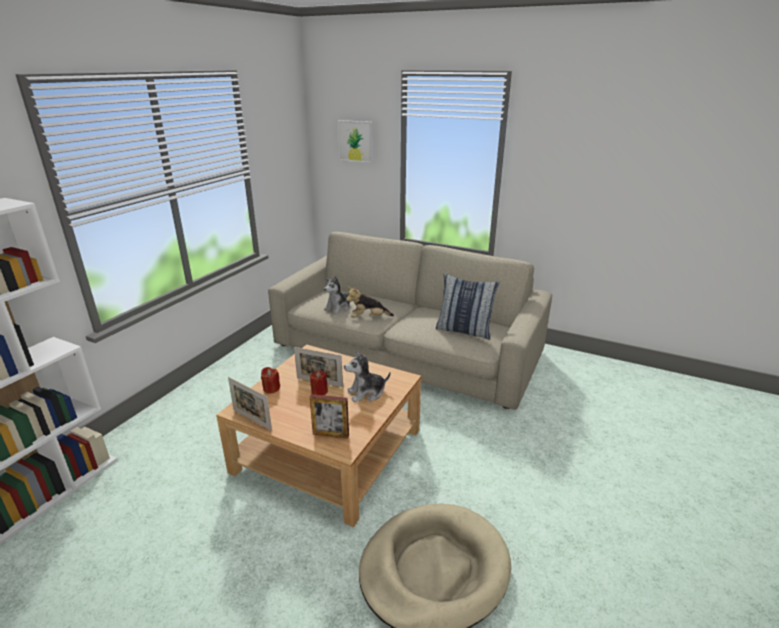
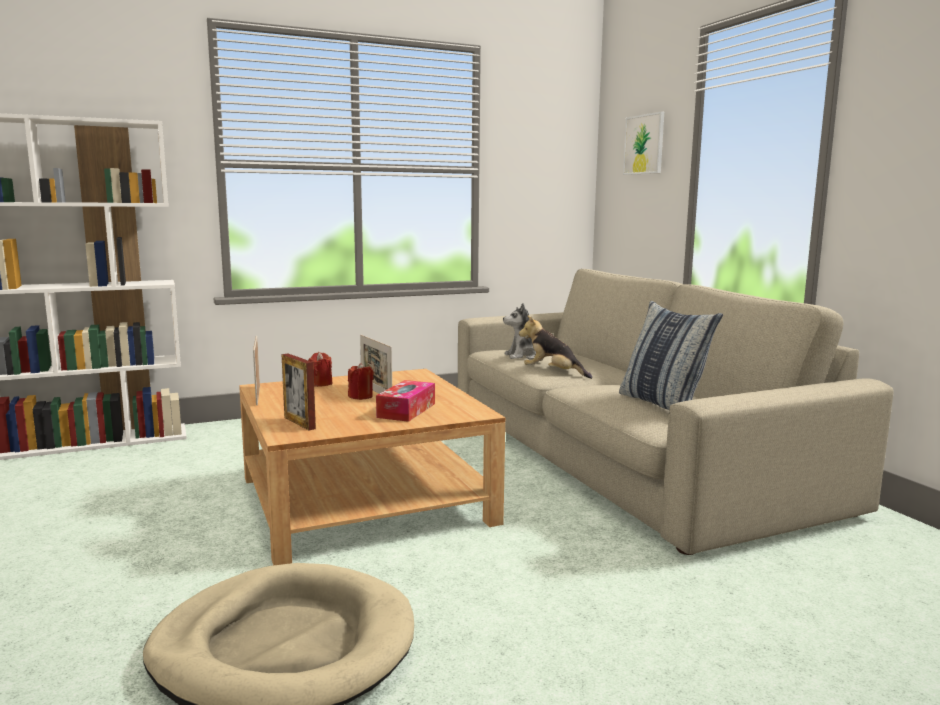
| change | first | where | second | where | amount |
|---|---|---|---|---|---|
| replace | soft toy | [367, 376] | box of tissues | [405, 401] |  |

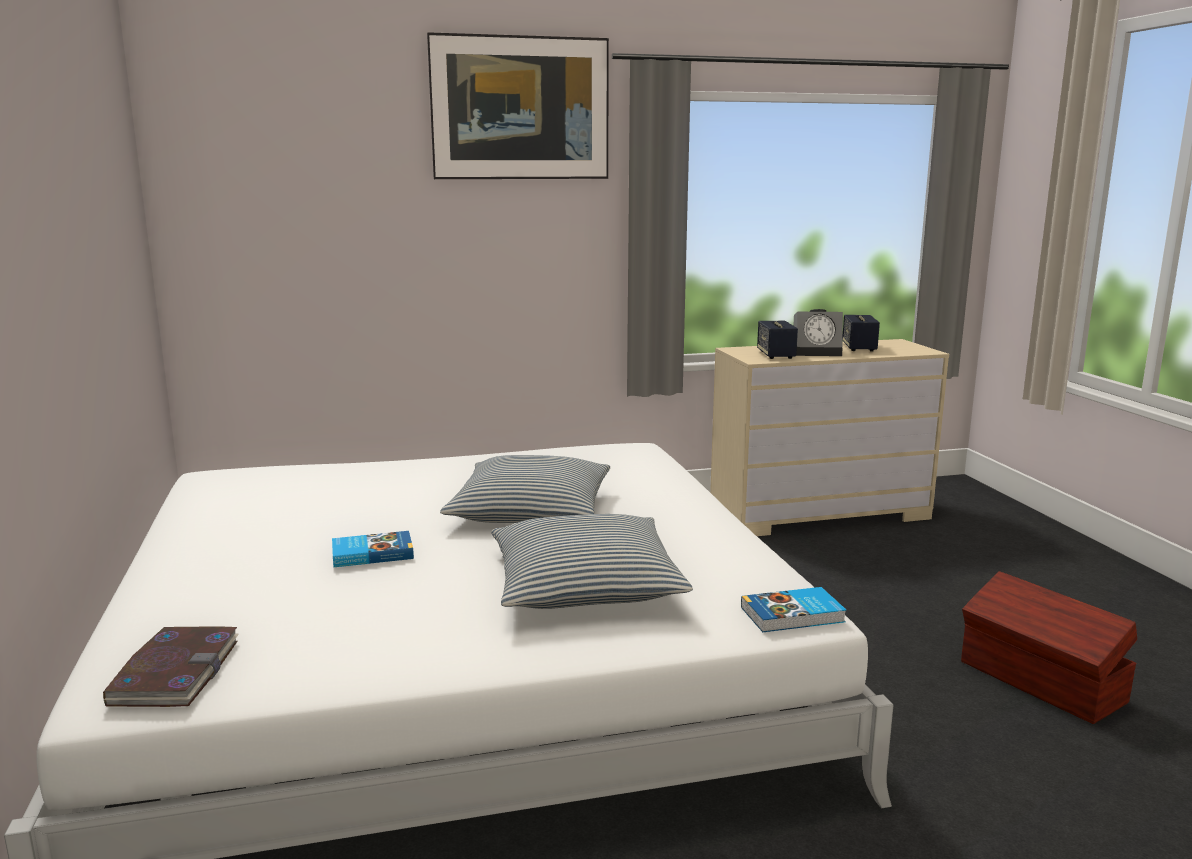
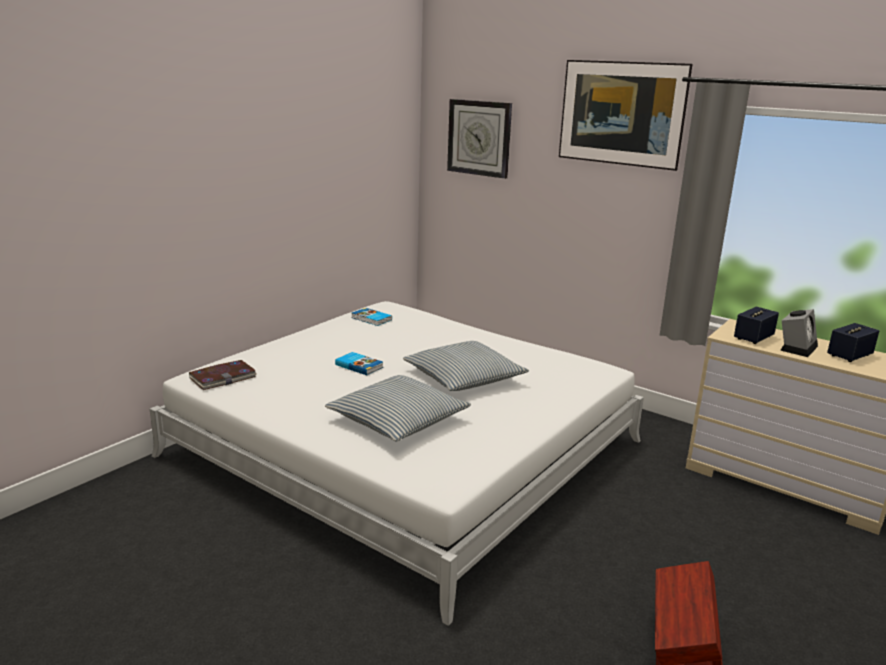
| change | first | where | second | where | amount |
|---|---|---|---|---|---|
| insert |  |  | hanging clock | [479, 139] |  |
| move | volume | [793, 609] |  | [371, 317] |  |
| rotate | alarm clock | [818, 332] |  | [799, 333] | 105 degrees counterclockwise |

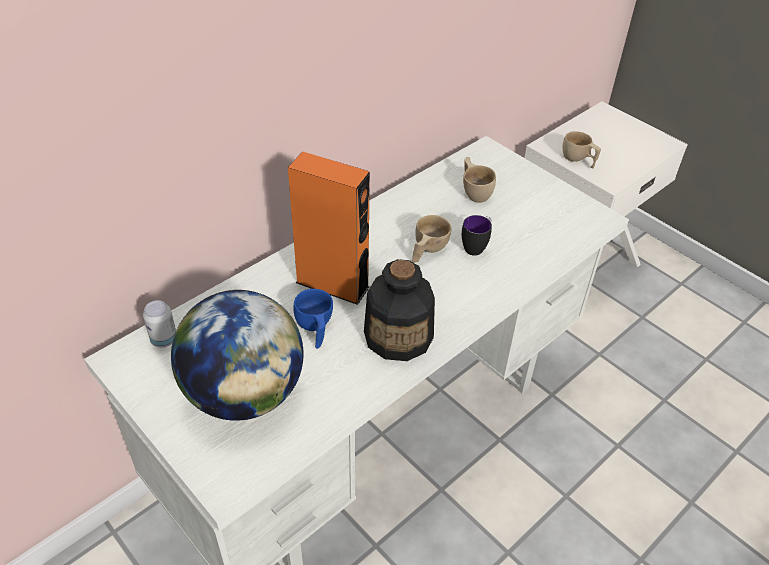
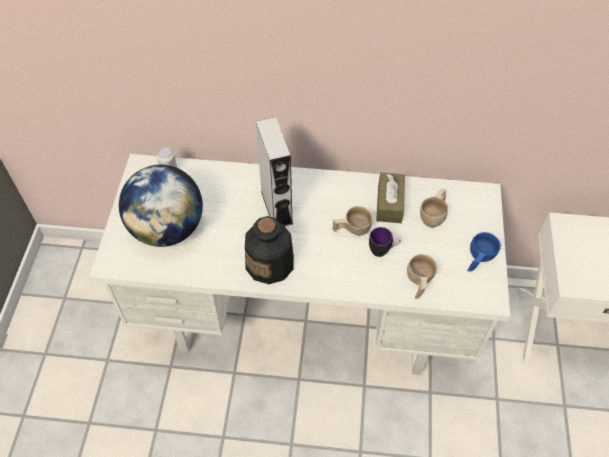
| change | first | where | second | where | amount |
|---|---|---|---|---|---|
| insert |  |  | brown-coloured box of tissues | [390, 197] |  |
| move | blue small cup | [313, 319] |  | [484, 251] |  |
| move | beige-coloured small cup | [582, 149] |  | [422, 276] |  |
| recolor | orangey audio speaker | [329, 228] | grey audio speaker | [274, 171] |  |

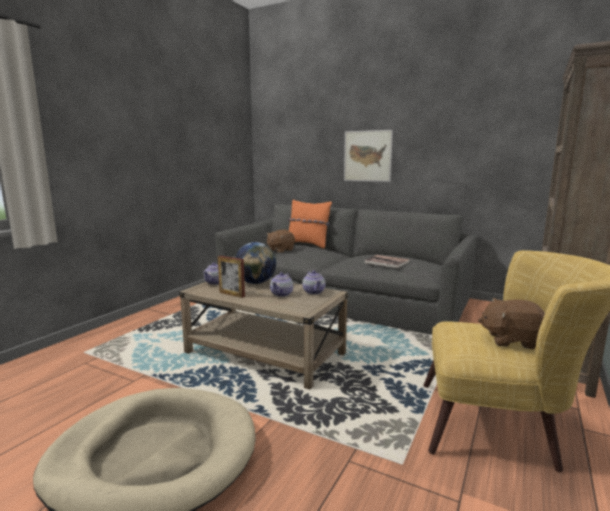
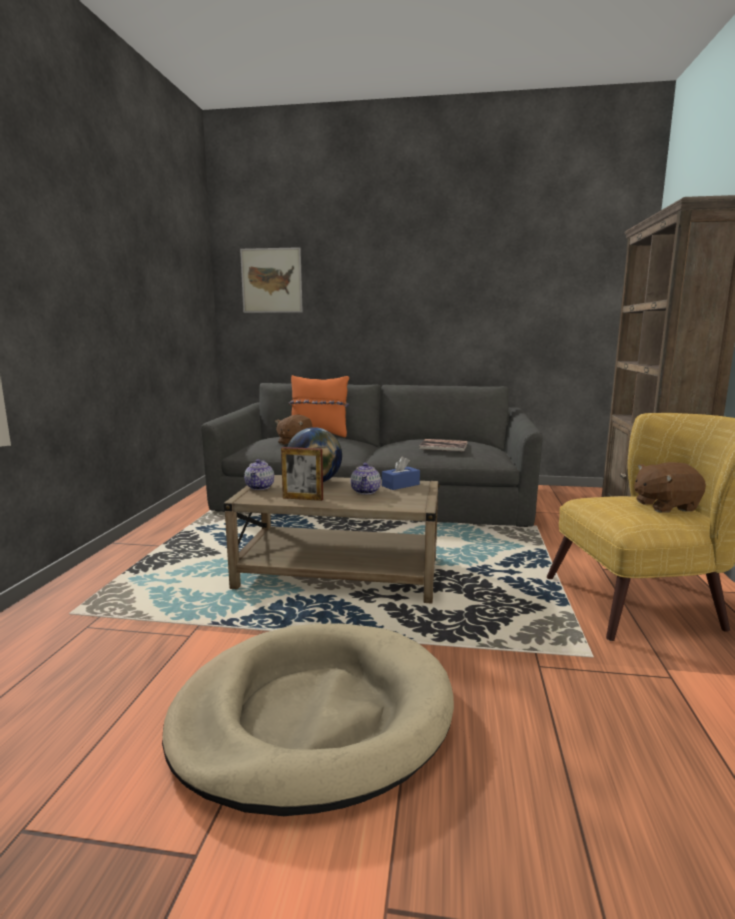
| change | first | where | second | where | amount |
|---|---|---|---|---|---|
| move | wall art | [368, 156] |  | [271, 280] |  |
| replace | pot for tea | [313, 283] | blue box of tissues | [401, 473] |  |

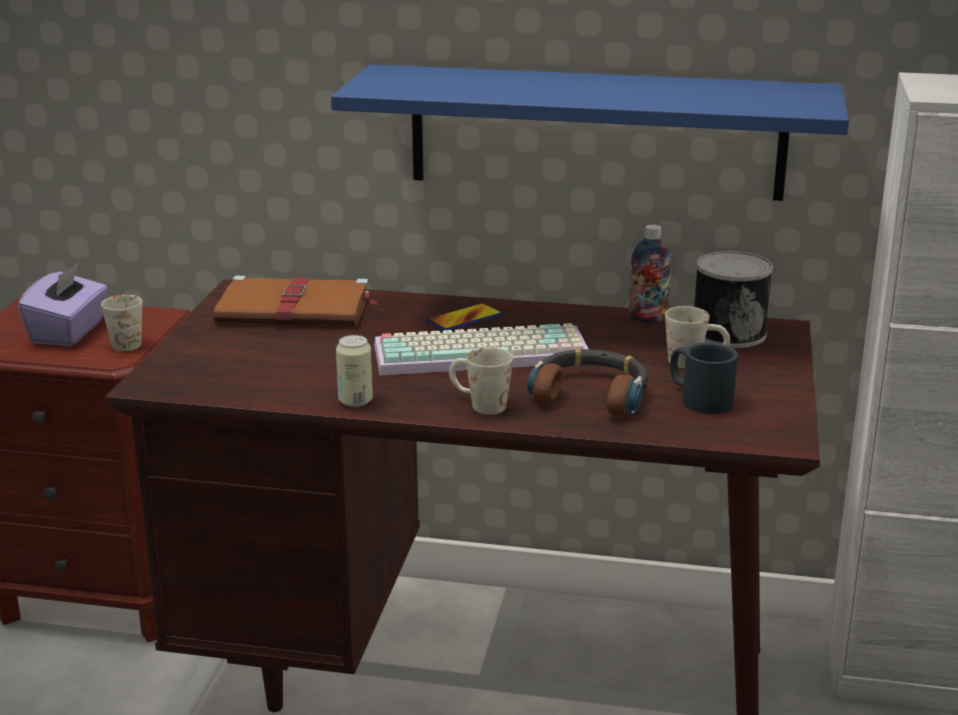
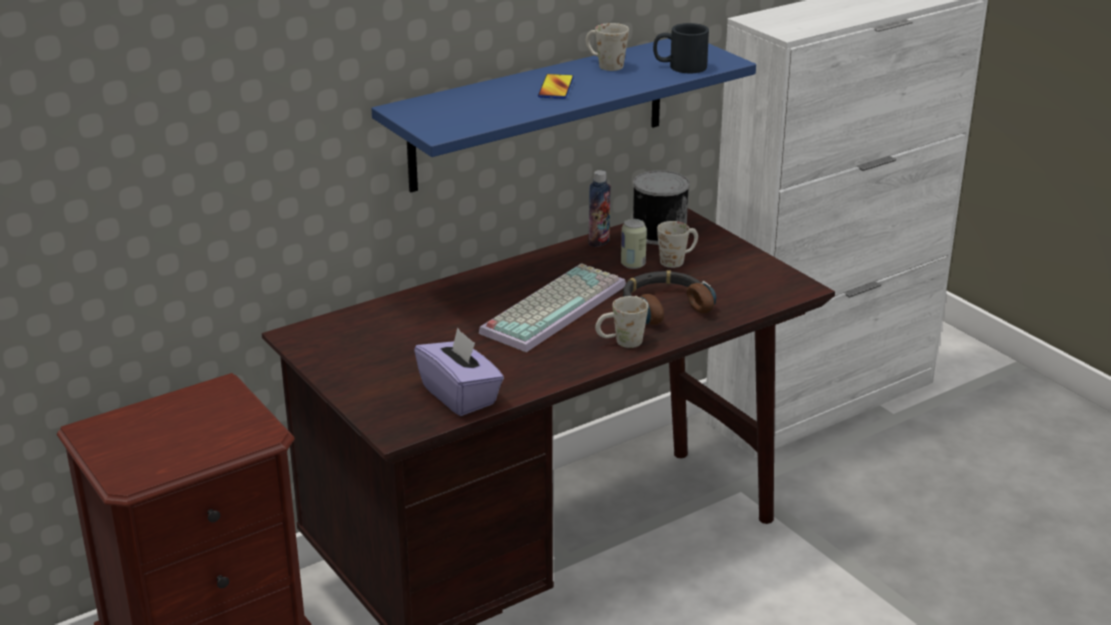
| change | first | where | second | where | amount |
|---|---|---|---|---|---|
| delete | brown-coloured volume | [297, 300] |  |  |  |
| move | purple box of tissues | [63, 304] |  | [459, 371] |  |
| move | white mug | [121, 323] |  | [607, 47] |  |
| move | metal can | [354, 371] |  | [634, 244] |  |
| move | phone | [464, 316] |  | [556, 86] |  |
| move | black mug | [704, 378] |  | [681, 48] |  |

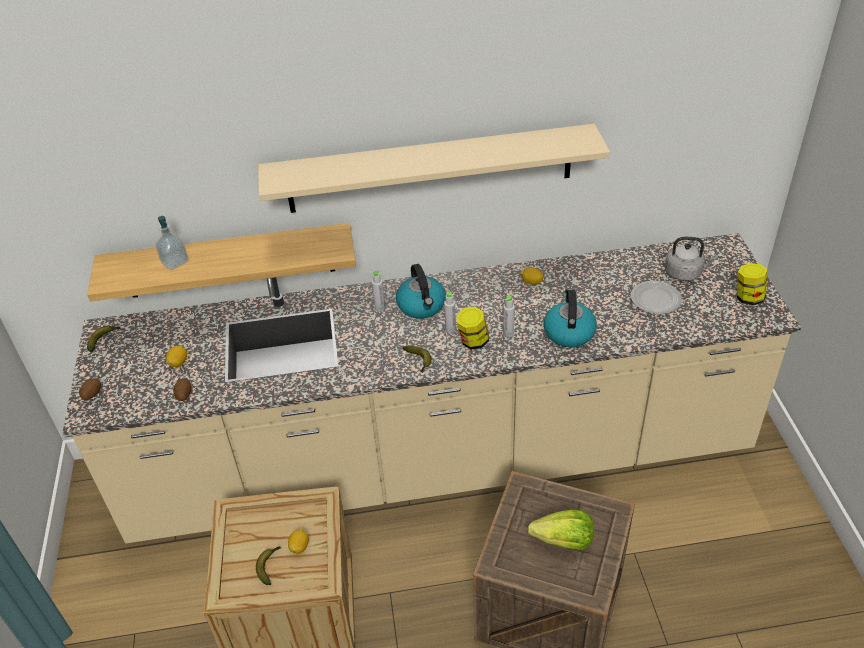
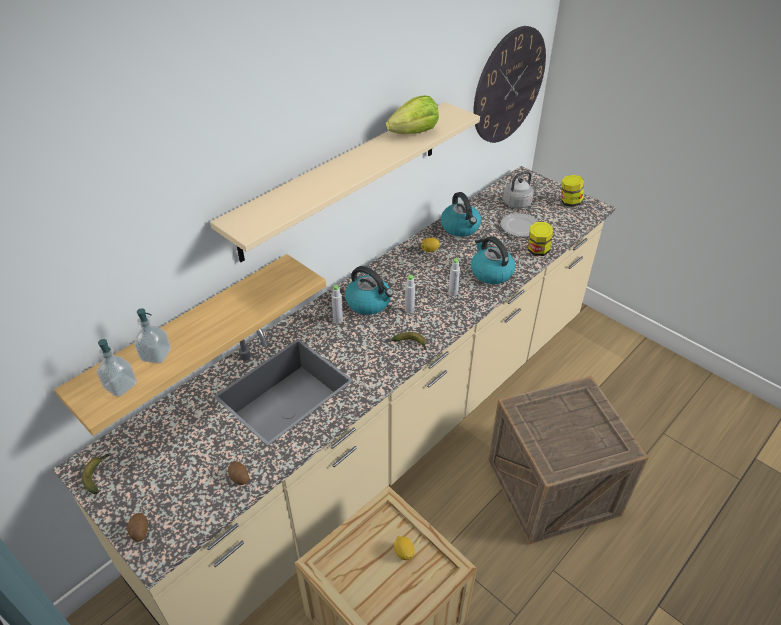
| change | first | where | second | where | amount |
|---|---|---|---|---|---|
| delete | citrus fruit | [176, 356] |  |  |  |
| delete | whole banana | [268, 565] |  |  |  |
| insert |  |  | soap bottle | [117, 368] |  |
| insert |  |  | kettle | [461, 214] |  |
| insert |  |  | hanging clock | [509, 84] |  |
| move | storage jar | [473, 327] |  | [540, 239] |  |
| move | lettuce head | [560, 530] |  | [412, 115] |  |

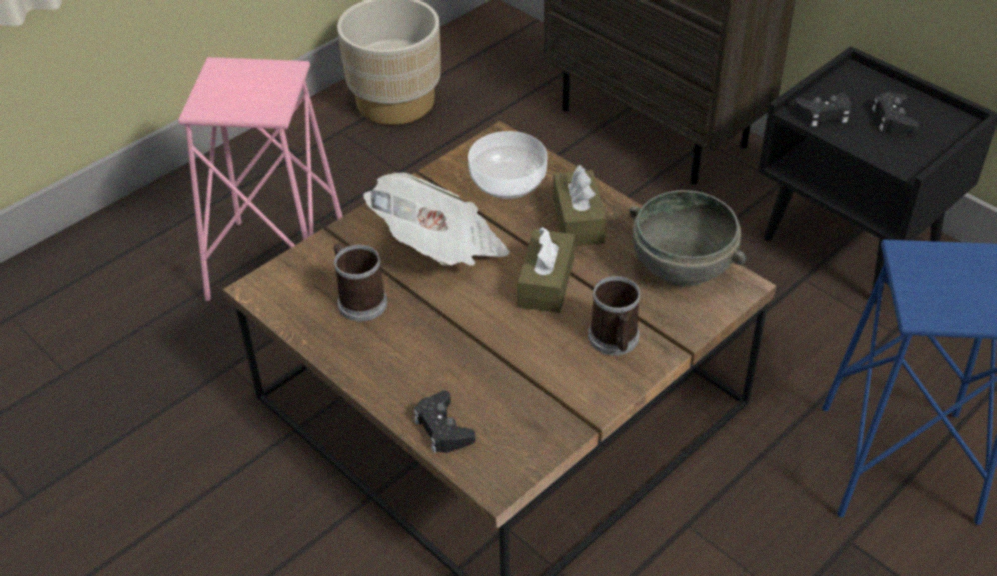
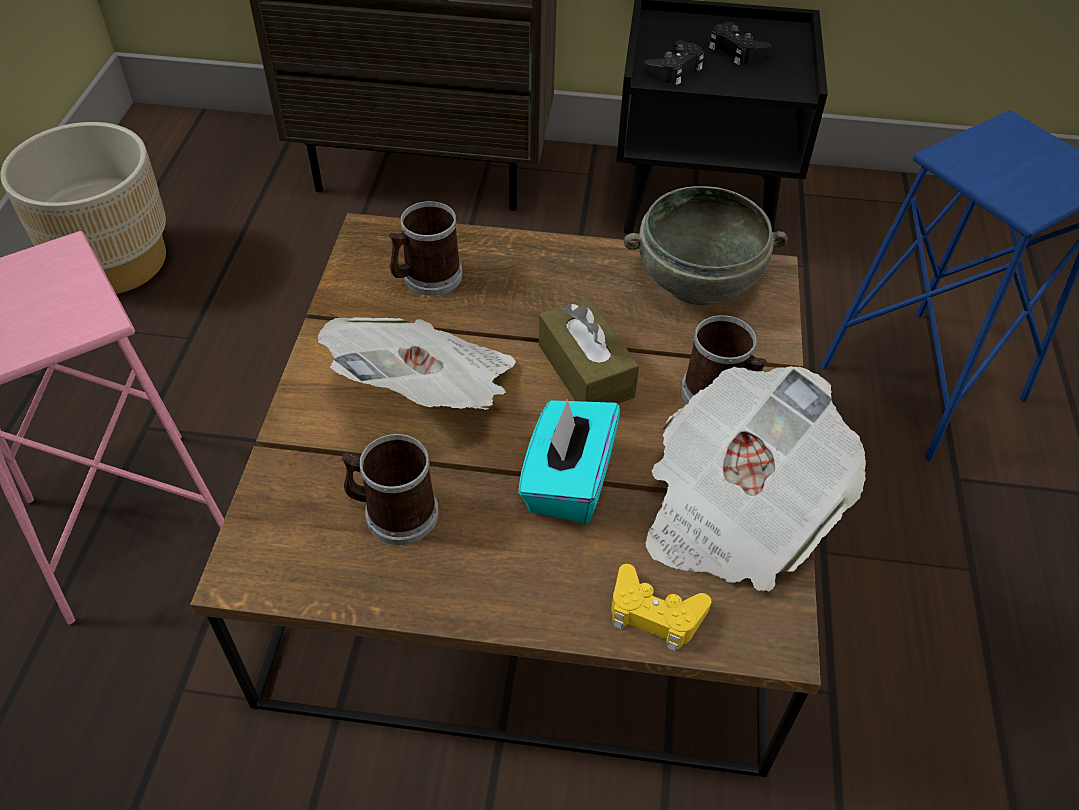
| change | first | where | second | where | amount |
|---|---|---|---|---|---|
| delete | brown-coloured box of tissues | [579, 205] |  |  |  |
| insert |  |  | turquoise-coloured box of tissues | [569, 461] |  |
| insert |  |  | newspaper | [755, 478] |  |
| replace | bowl | [507, 165] | mug | [426, 248] |  |
| recolor | black game controller | [445, 422] | yellowish game controller | [661, 608] |  |

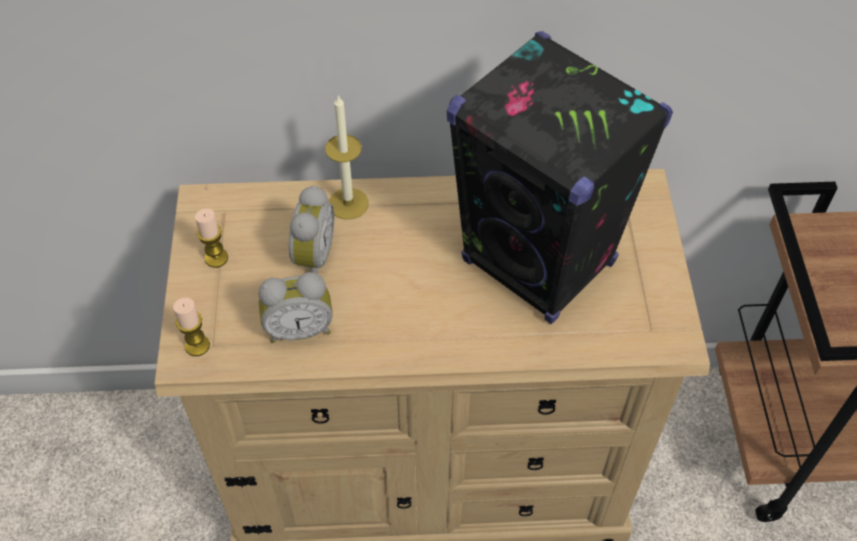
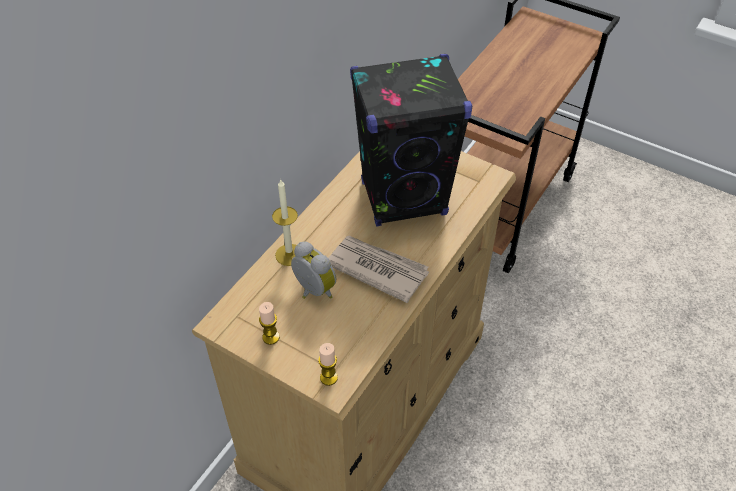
| change | first | where | second | where | amount |
|---|---|---|---|---|---|
| delete | alarm clock | [296, 307] |  |  |  |
| insert |  |  | newspaper | [379, 269] |  |

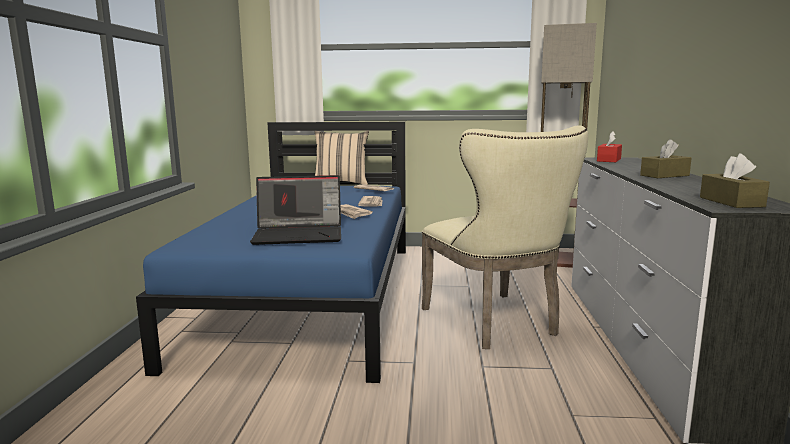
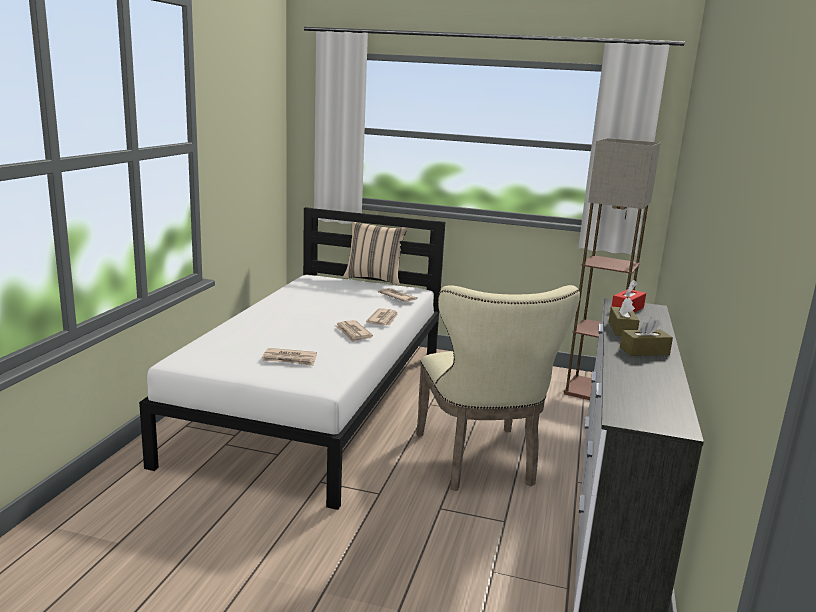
| change | first | where | second | where | amount |
|---|---|---|---|---|---|
| move | brown-coloured box of tissues | [735, 180] |  | [624, 317] |  |
| replace | portable computer | [295, 210] | newspaper | [289, 357] |  |
| recolor | blue bed | [271, 252] | white bed | [292, 358] |  |

